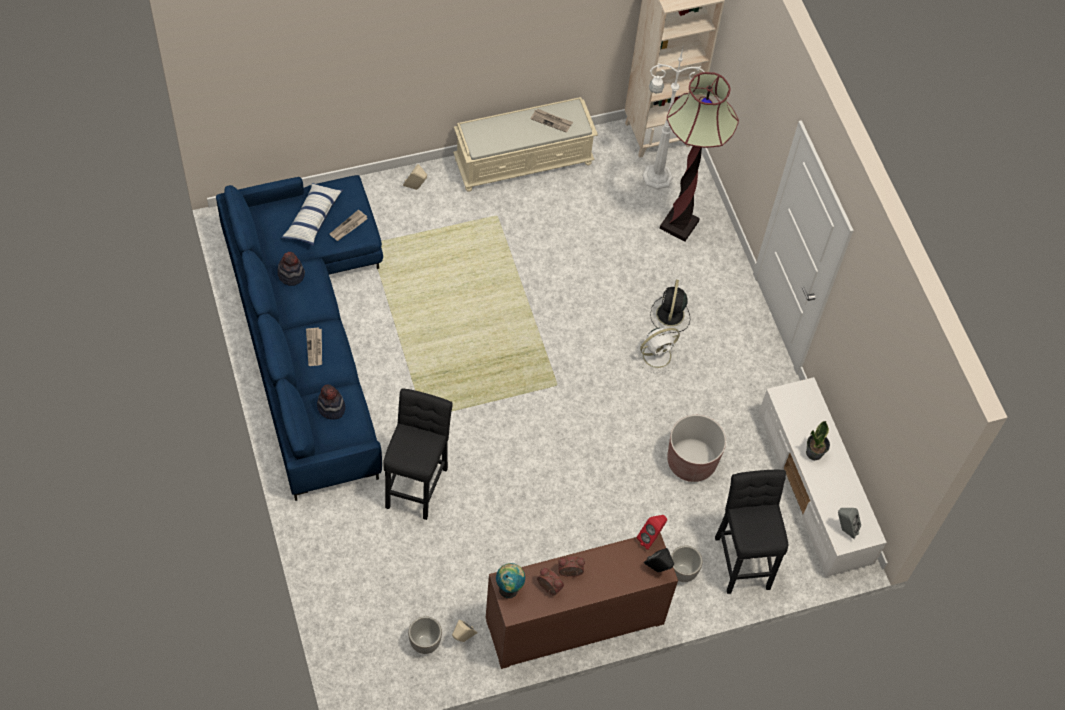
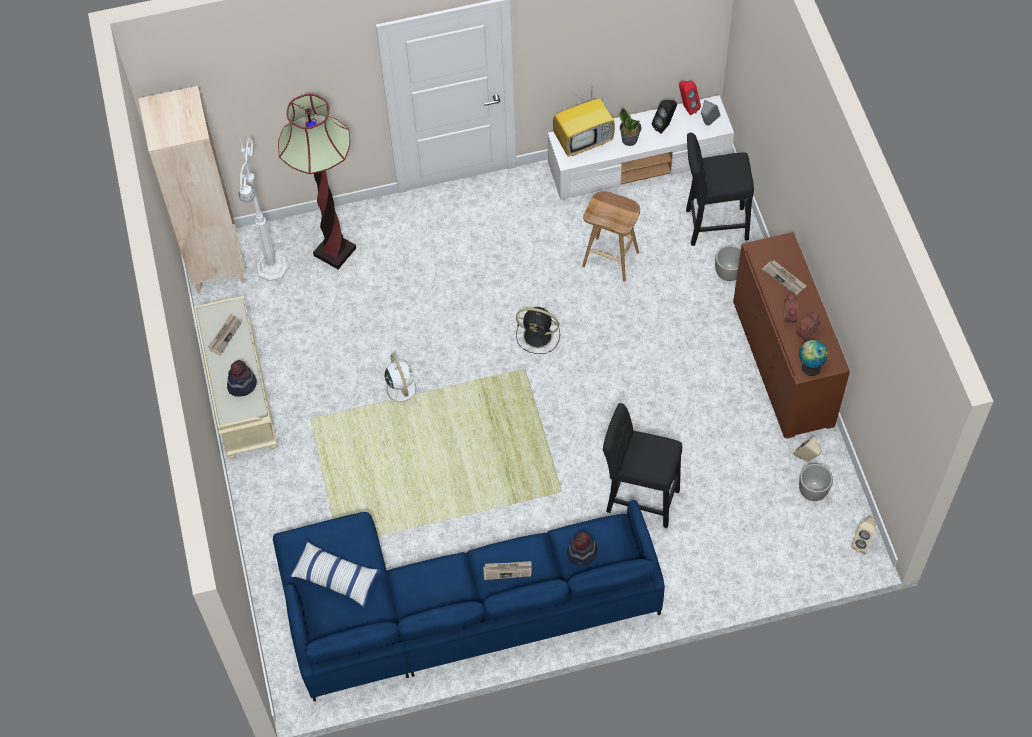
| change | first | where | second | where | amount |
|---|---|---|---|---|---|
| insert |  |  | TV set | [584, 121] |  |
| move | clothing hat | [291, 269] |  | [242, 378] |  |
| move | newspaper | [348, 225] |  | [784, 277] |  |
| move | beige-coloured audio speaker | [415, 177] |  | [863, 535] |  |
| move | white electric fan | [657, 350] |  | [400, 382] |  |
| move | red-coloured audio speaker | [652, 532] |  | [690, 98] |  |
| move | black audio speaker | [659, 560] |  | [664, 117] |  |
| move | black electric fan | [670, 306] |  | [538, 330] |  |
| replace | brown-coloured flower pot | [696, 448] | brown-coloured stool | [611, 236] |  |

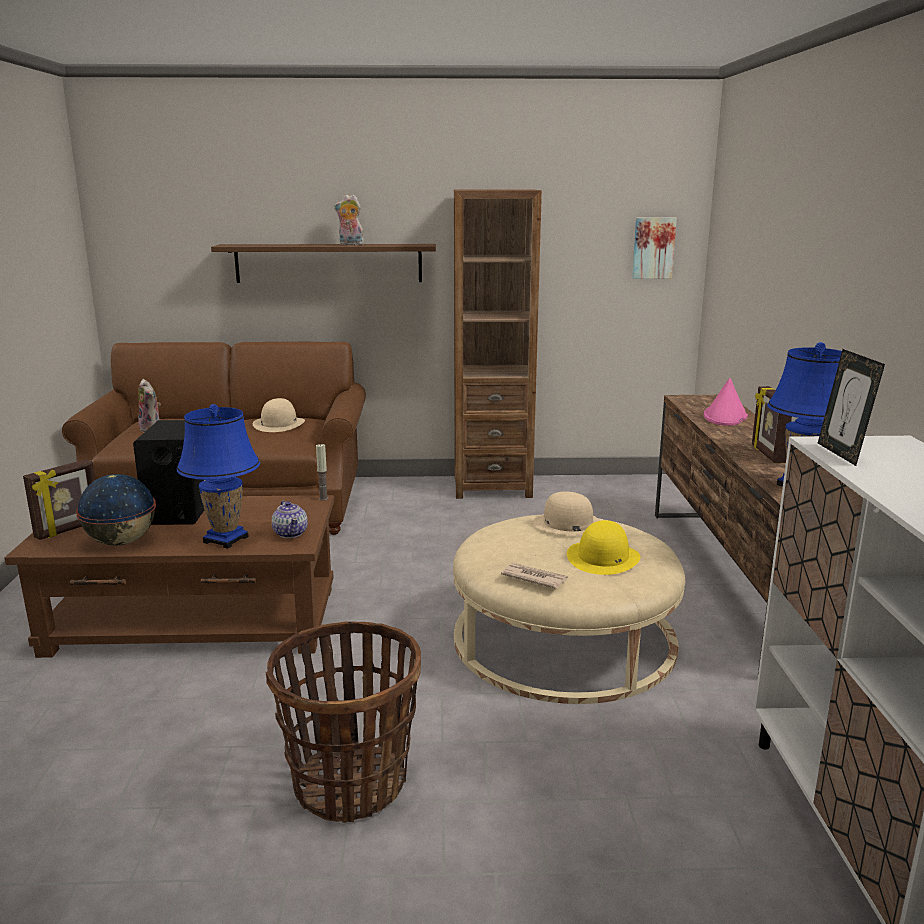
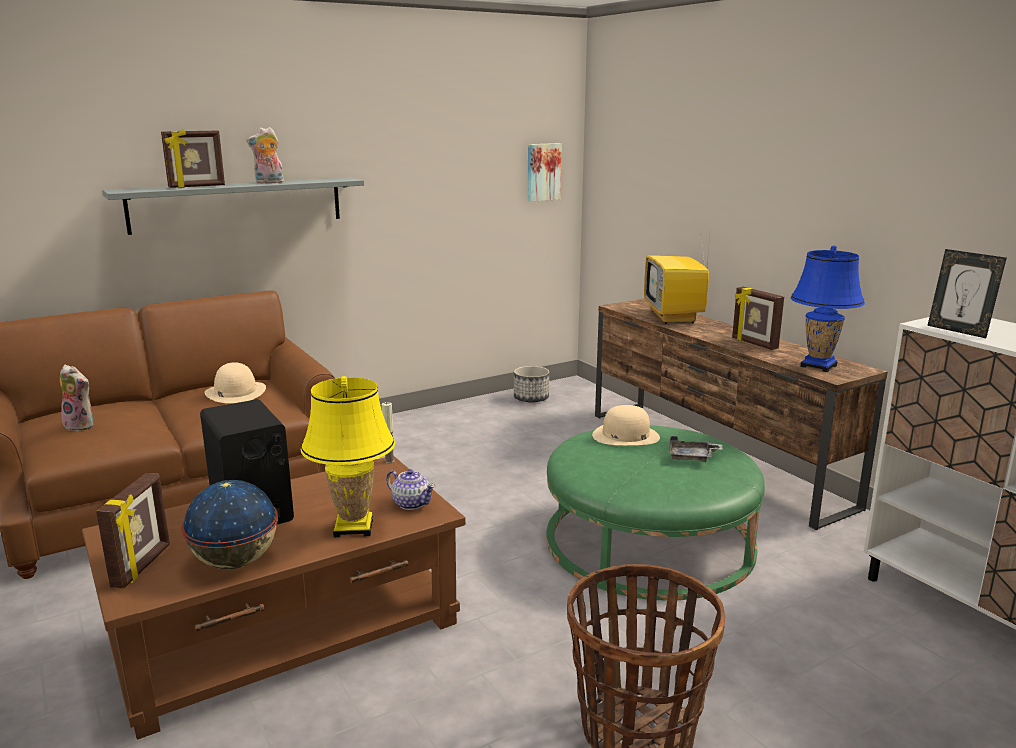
| change | first | where | second | where | amount |
|---|---|---|---|---|---|
| delete | brown-coloured shelving unit | [498, 344] |  |  |  |
| delete | newspaper | [534, 576] |  |  |  |
| insert |  |  | picture frame | [193, 158] |  |
| insert |  |  | flower pot | [531, 384] |  |
| replace | yellowish clothing hat | [604, 547] | grey carrying tray | [696, 449] |  |
| replace | pink clothing hat | [726, 402] | TV set | [677, 274] |  |
| recolor | blue lamp for a table | [218, 476] | yellowish lamp for a table | [348, 457] |  |
| recolor | brown-coloured bracket shelf | [323, 263] | grey bracket shelf | [233, 206] |  |
| recolor | beige-coloured footrest | [569, 609] | greenish footrest | [655, 513] |  |

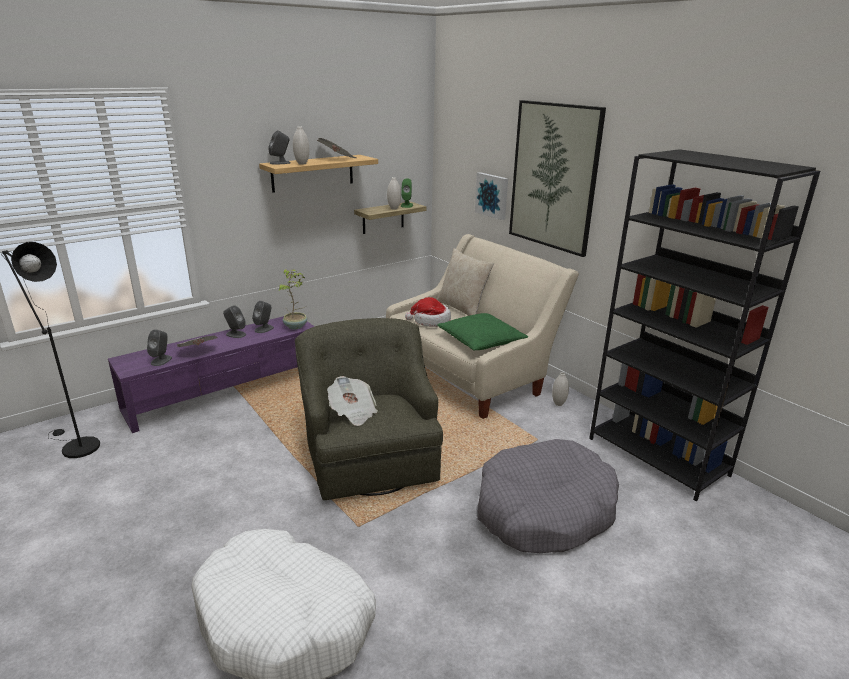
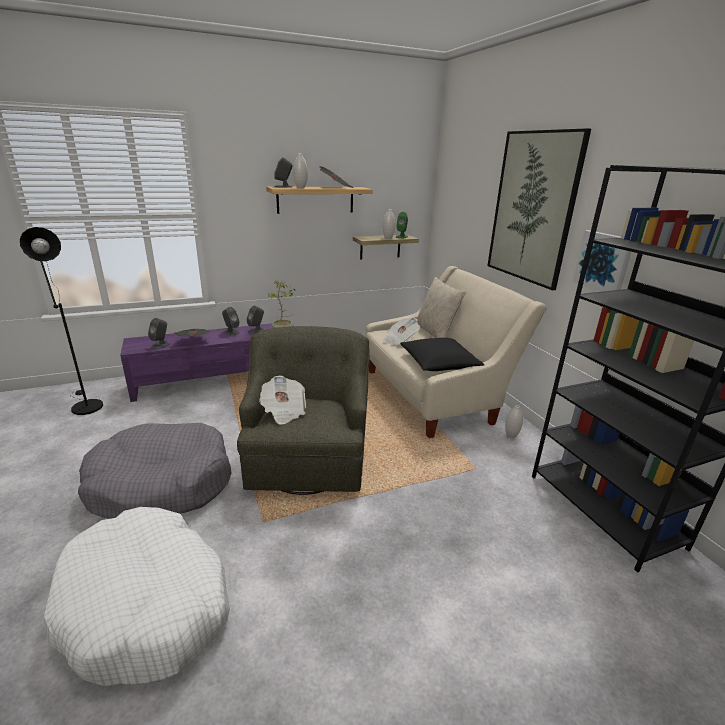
| change | first | where | second | where | amount |
|---|---|---|---|---|---|
| move | wall art | [491, 196] |  | [601, 261] |  |
| move | grey dog cushion | [548, 496] |  | [154, 471] |  |
| replace | clothing hat | [428, 312] | newspaper | [401, 331] |  |
| recolor | greenish cushion | [482, 332] | black cushion | [442, 354] |  |

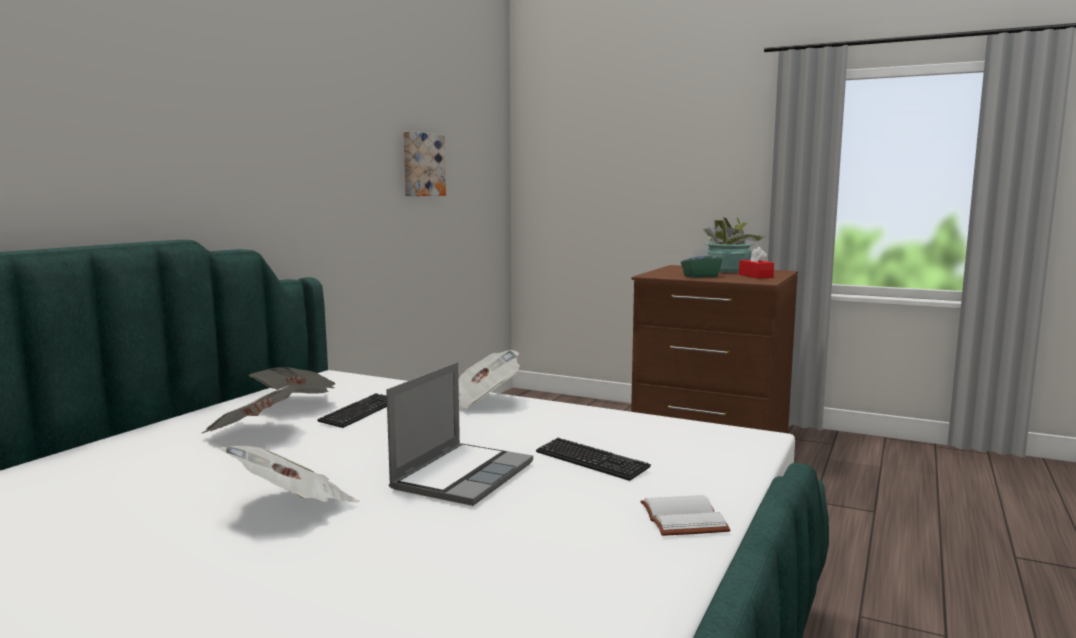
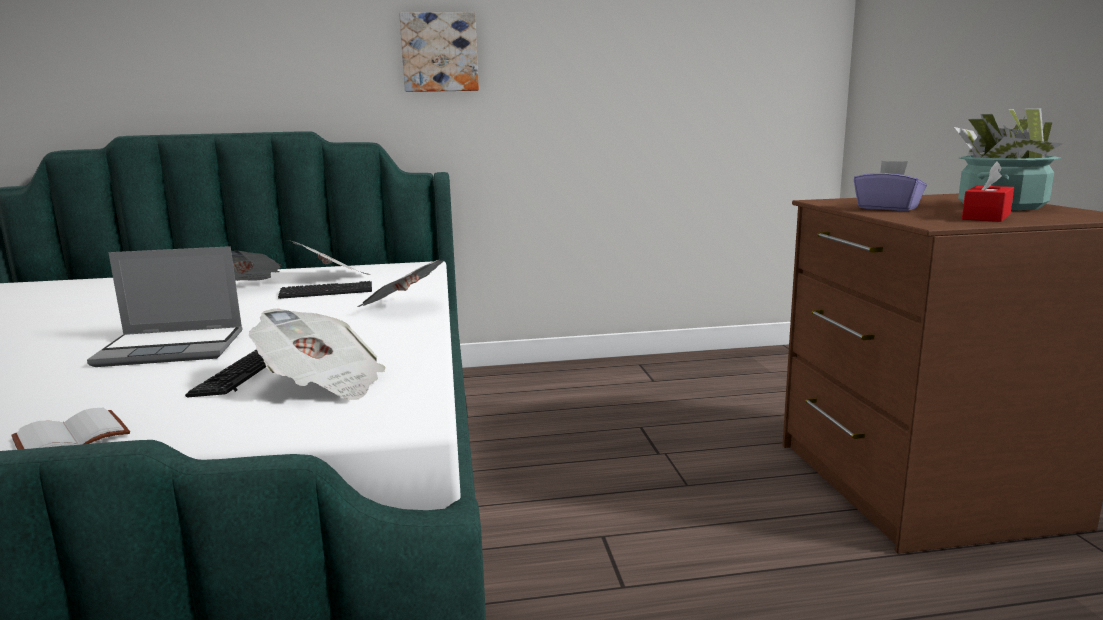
| change | first | where | second | where | amount |
|---|---|---|---|---|---|
| move | newspaper | [289, 474] |  | [317, 354] |  |
| move | wall art | [425, 163] |  | [439, 52] |  |
| recolor | greenish box of tissues | [701, 263] | purple box of tissues | [890, 186] |  |

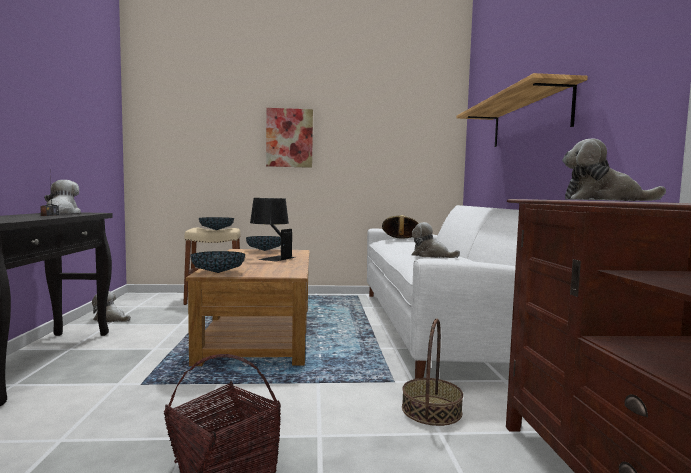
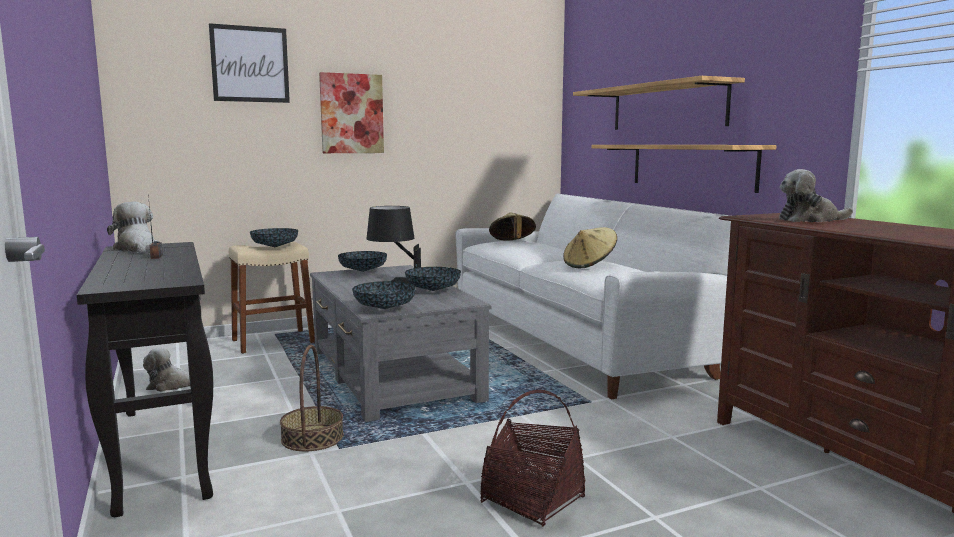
| change | first | where | second | where | amount |
|---|---|---|---|---|---|
| insert |  |  | wall art | [249, 63] |  |
| insert |  |  | bowl | [433, 279] |  |
| insert |  |  | bracket shelf | [684, 169] |  |
| move | storage basket | [432, 372] |  | [312, 398] |  |
| replace | soft toy | [436, 240] | beige-coloured clothing hat | [590, 247] |  |
| recolor | brown-coloured lounge table | [248, 307] | grey lounge table | [400, 343] |  |

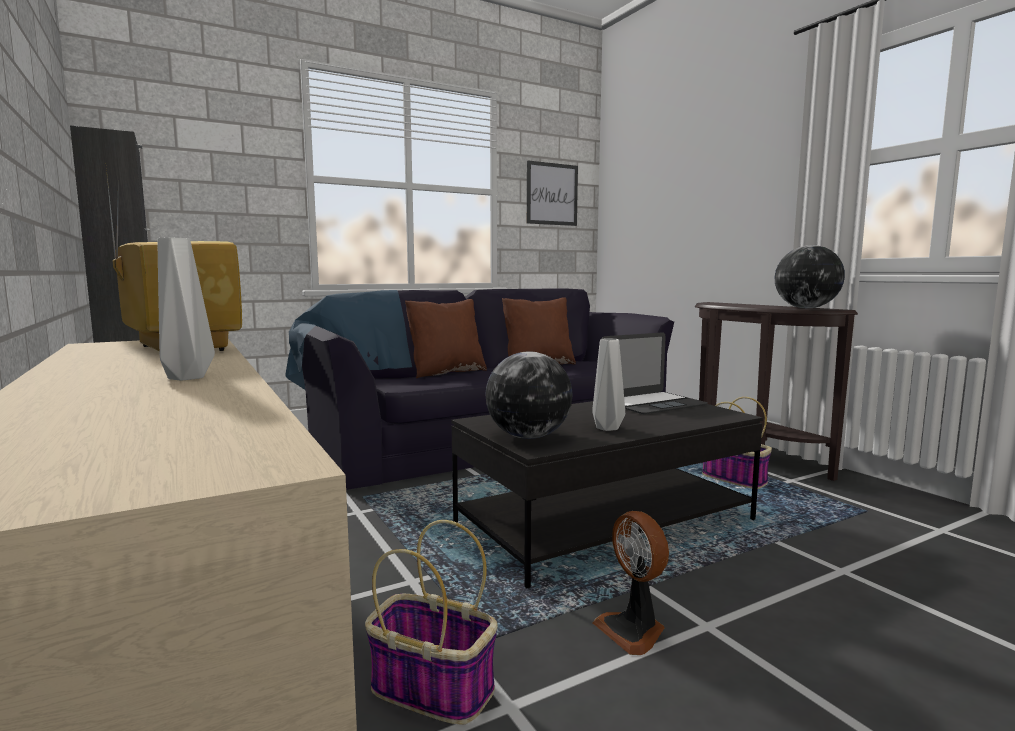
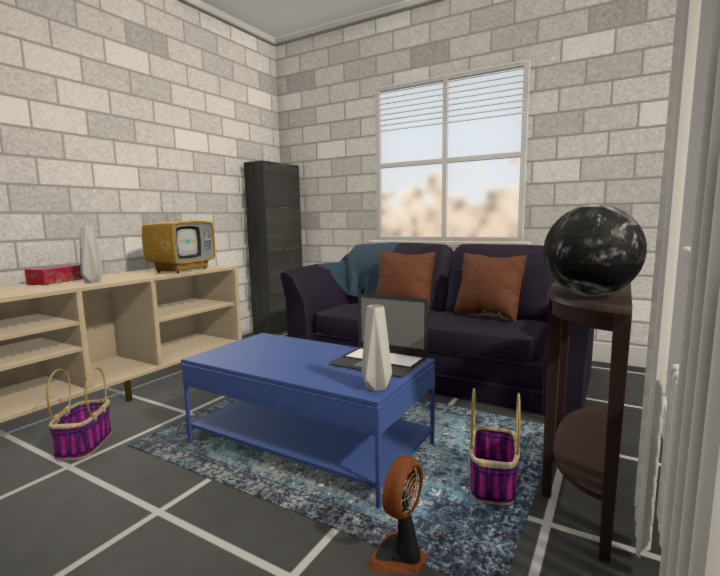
| change | first | where | second | where | amount |
|---|---|---|---|---|---|
| delete | globe | [529, 395] |  |  |  |
| delete | wall art | [552, 193] |  |  |  |
| insert |  |  | box of tissues | [53, 275] |  |
| move | grey decorative vase | [608, 384] |  | [377, 348] |  |
| move | electric fan | [631, 583] |  | [397, 514] |  |
| recolor | black lounge table | [607, 494] | blue lounge table | [308, 421] |  |

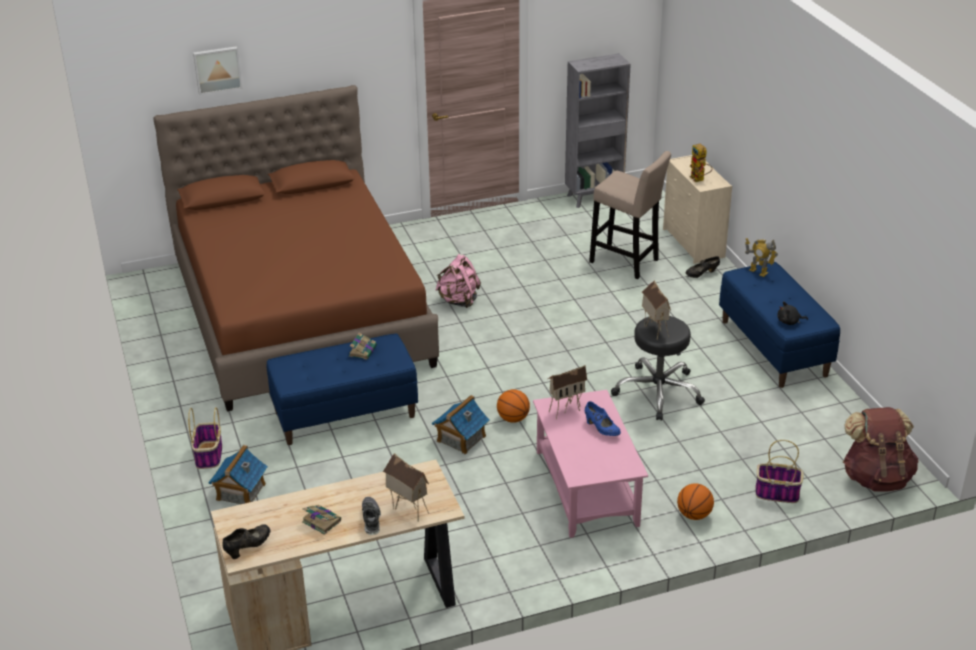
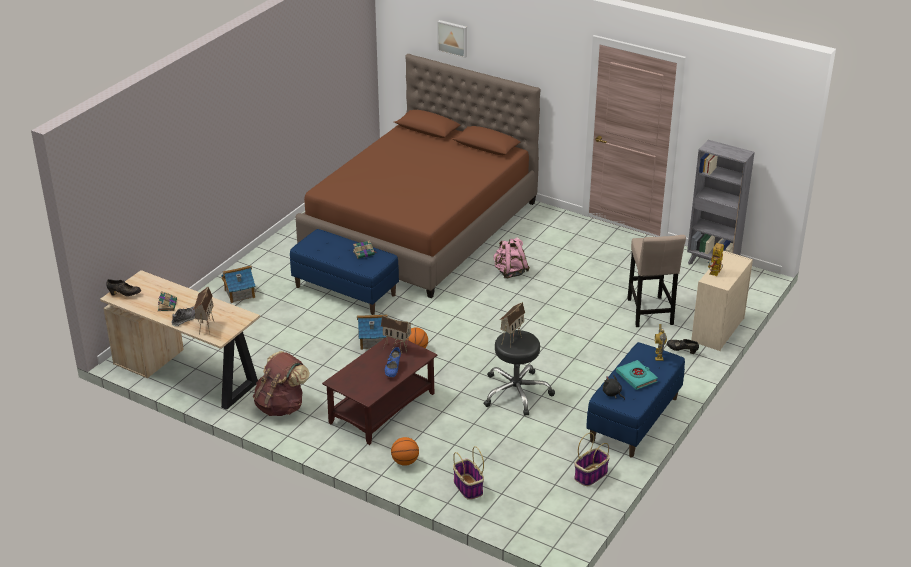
| change | first | where | second | where | amount |
|---|---|---|---|---|---|
| insert |  |  | turquoise-coloured volume | [637, 375] |  |
| move | storage basket | [205, 438] |  | [592, 459] |  |
| move | brown-coloured backpack | [881, 449] |  | [281, 383] |  |
| recolor | pink lounge table | [590, 464] | brown-coloured lounge table | [380, 391] |  |

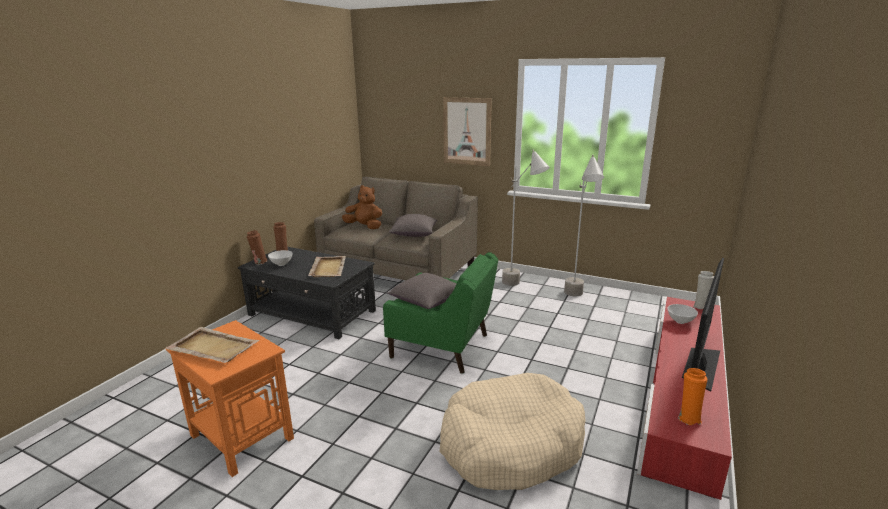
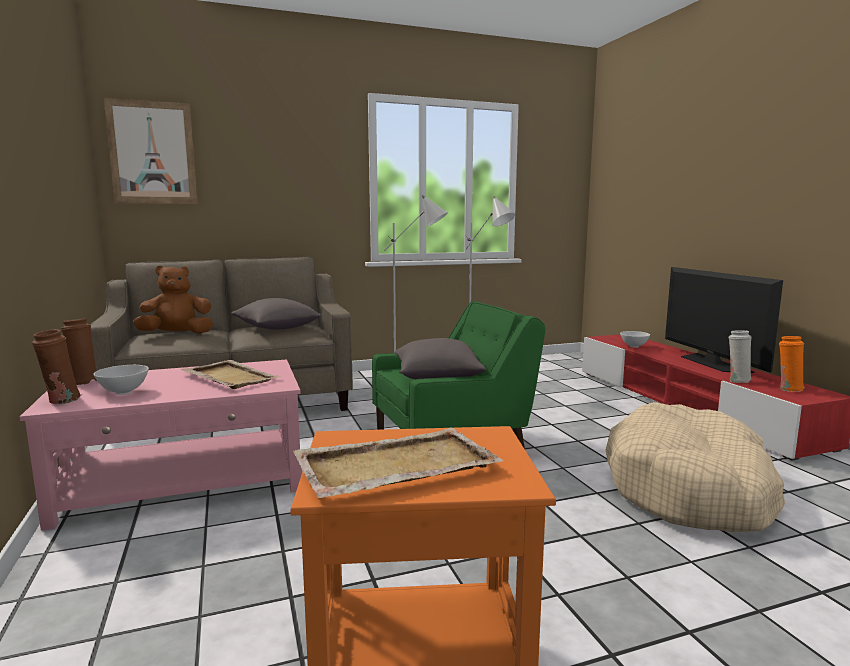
| change | first | where | second | where | amount |
|---|---|---|---|---|---|
| move | wall art | [467, 131] |  | [151, 151] |  |
| move | white decorative vase | [703, 290] |  | [740, 356] |  |
| recolor | black lounge table | [307, 293] | pink lounge table | [160, 445] |  |

